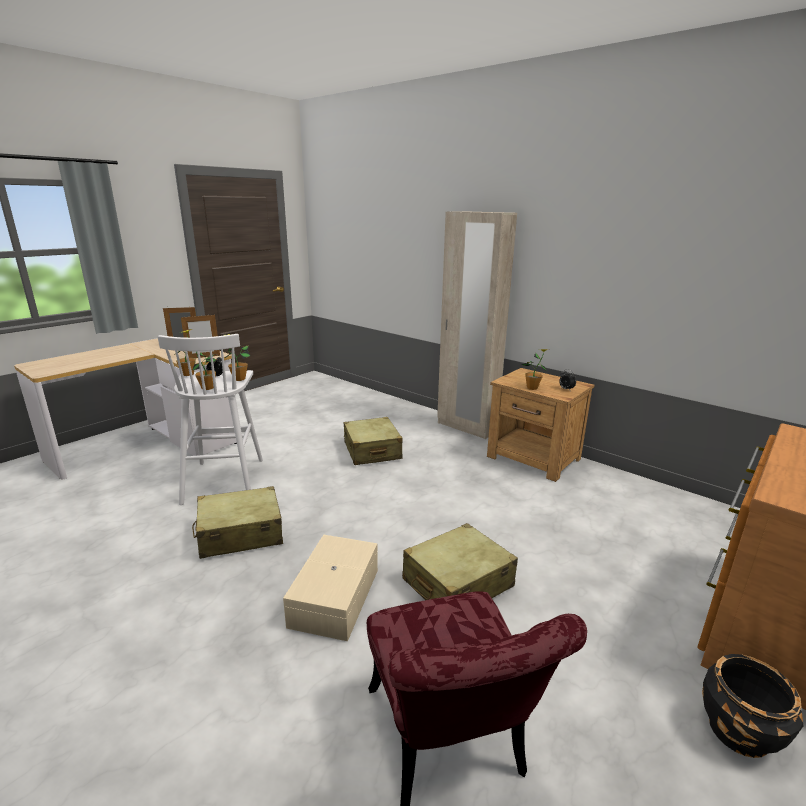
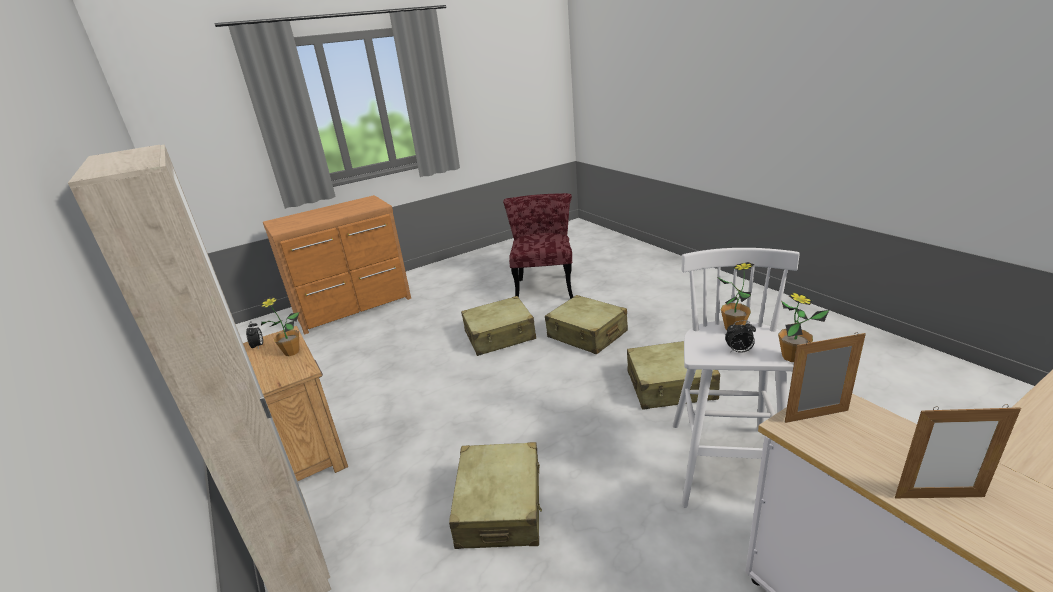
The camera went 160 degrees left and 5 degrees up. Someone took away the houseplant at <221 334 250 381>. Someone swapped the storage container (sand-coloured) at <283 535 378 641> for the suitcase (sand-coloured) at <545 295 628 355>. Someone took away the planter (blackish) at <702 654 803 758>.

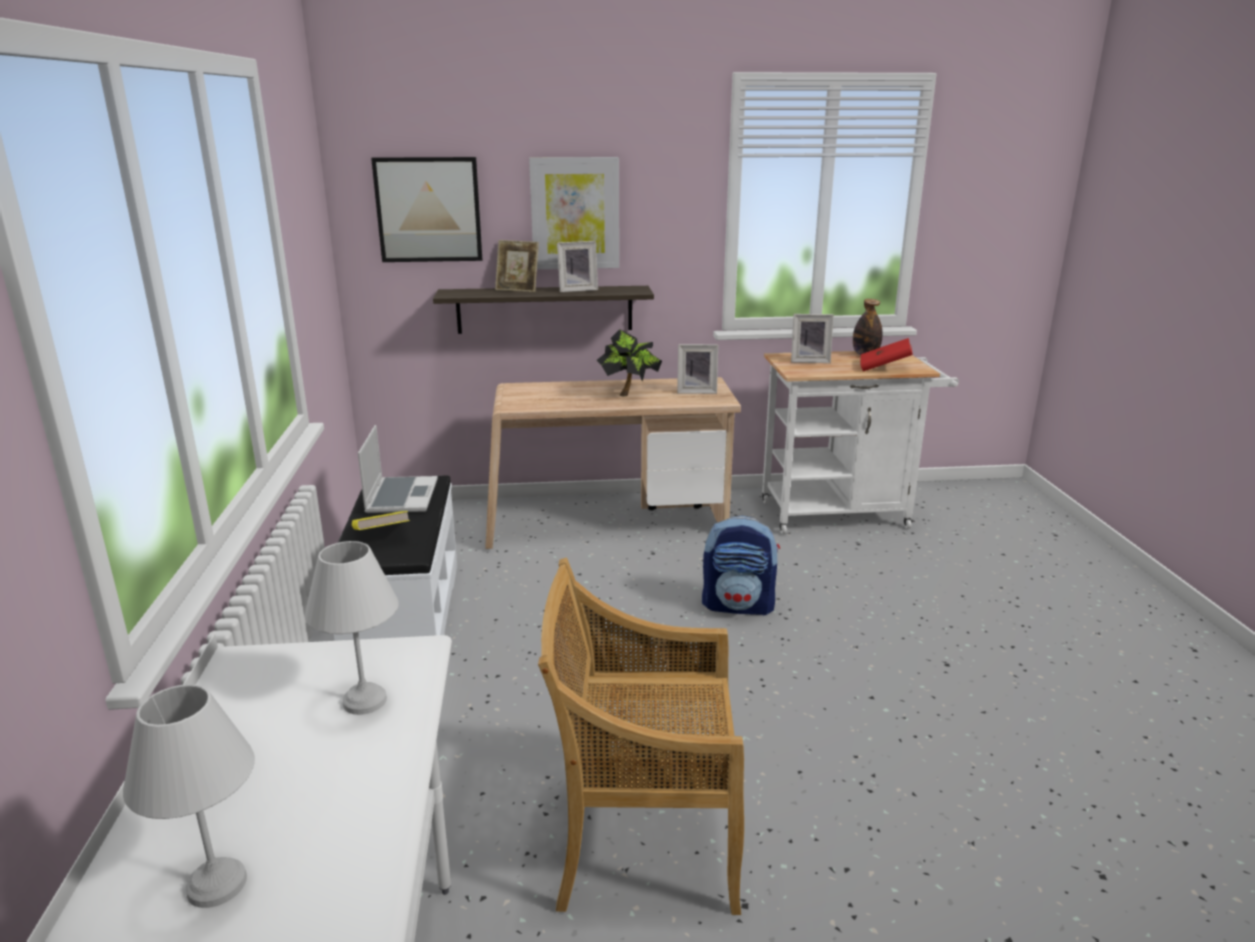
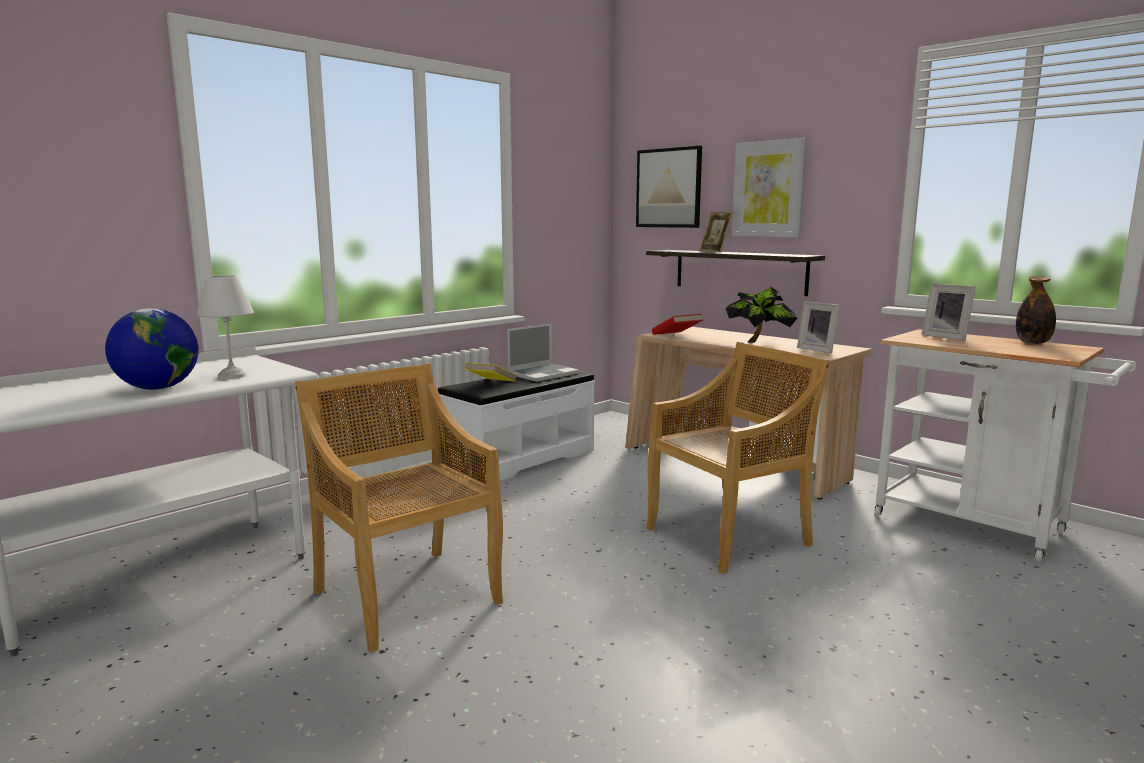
The camera went 50 degrees right and 10 degrees down. Someone took away the picture frame at <557 241 598 292>. Someone carried the bound book (reddish) from <860 338 913 371> to <652 314 703 335>. Someone swapped the rucksack at <702 516 780 616> for the chair (sand-coloured) at <646 342 830 574>. Someone took away the tabletop lamp (white) at <123 684 255 908>. Someone put down the desk globe at <105 308 198 390>.

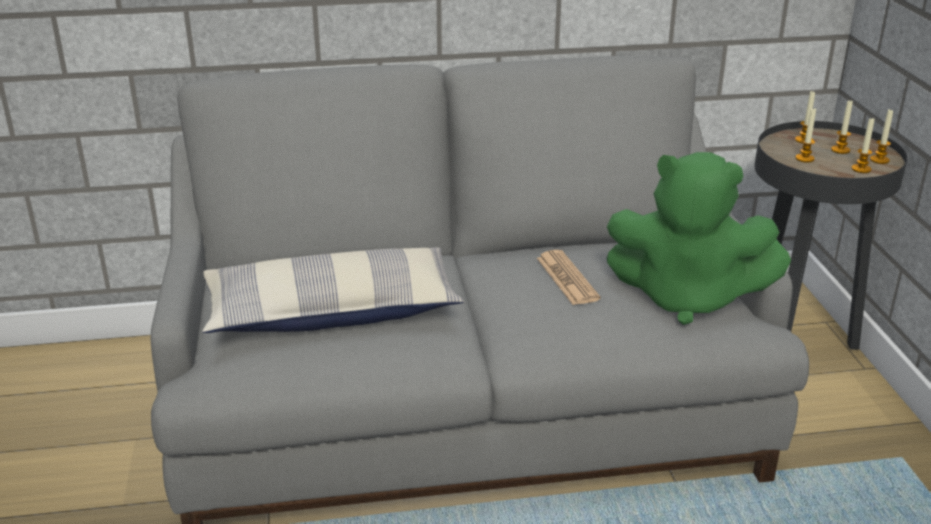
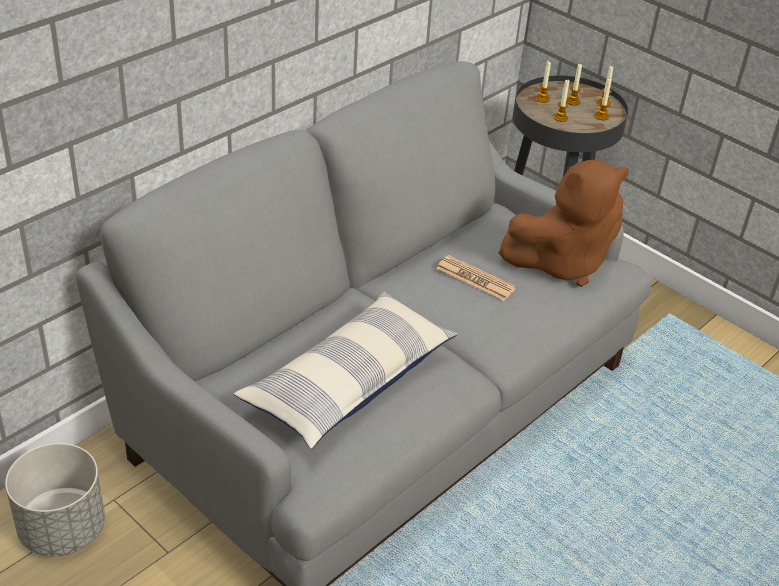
The camera went 40 degrees left and 10 degrees up. Someone repainted the soft toy (green) at <607 152 791 325>, which became the soft toy (brown-coloured) at <499 160 629 287>. Someone put down the planter (grey) at <5 443 105 556>.

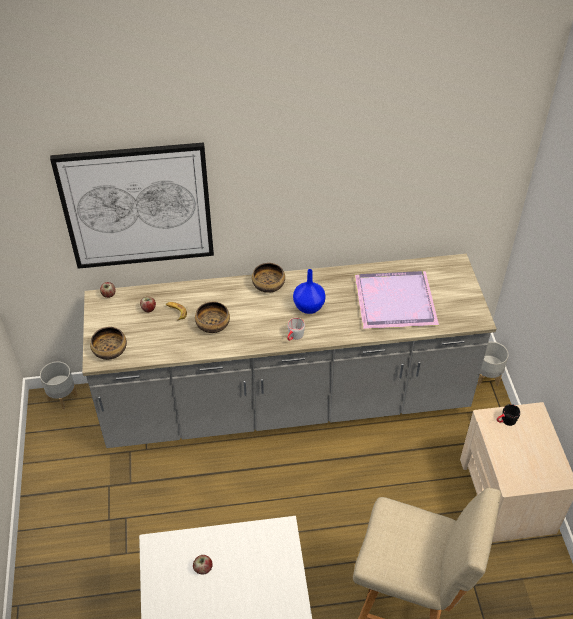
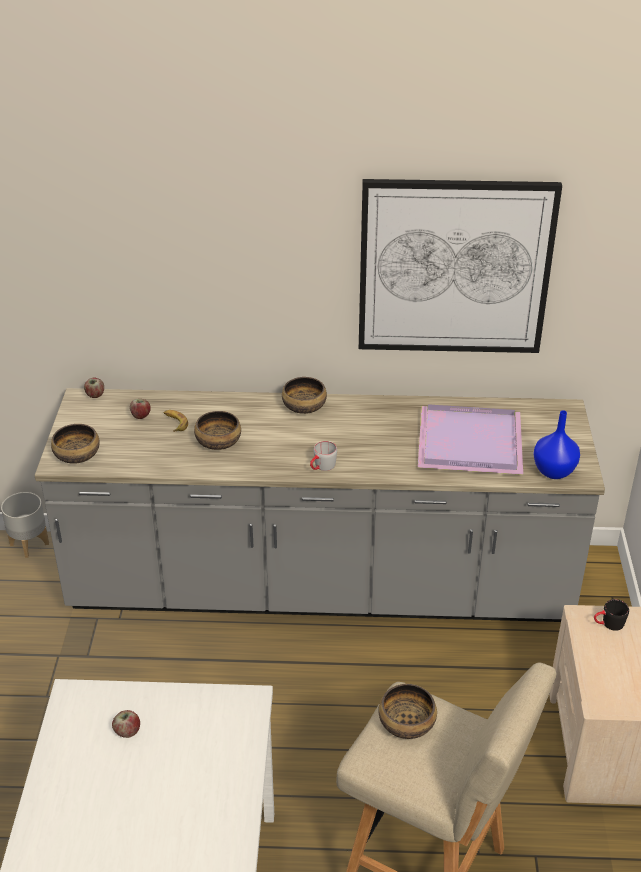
The camera went 10 degrees right and 10 degrees down. Someone carried the wall picture from <50 142 214 269> to <359 179 562 353>. Someone carried the flower vase (blue-coloured) from <293 269 326 314> to <533 411 580 479>. Someone took away the planter (grey) at <477 342 509 386>. Someone put down the deep dish at <378 684 437 739>.

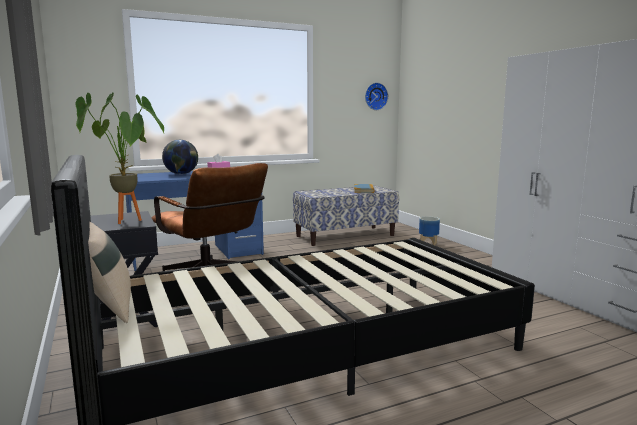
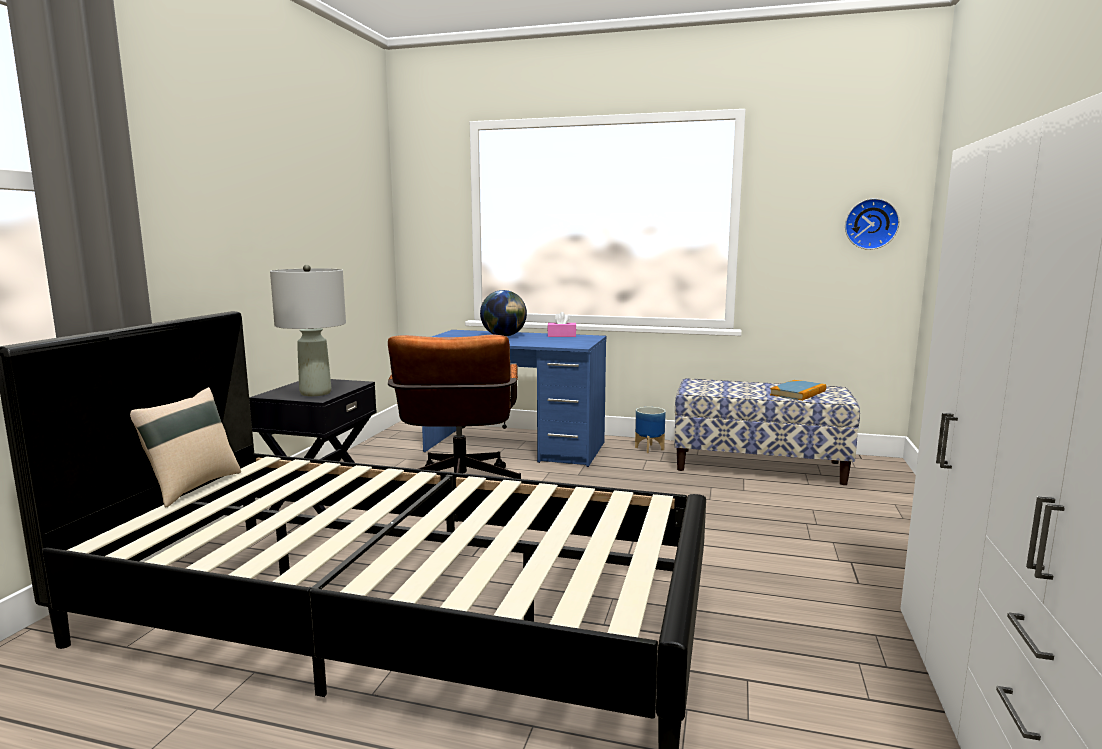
The camera went 40 degrees right and 0 degrees up. Someone swapped the houseplant at <75 93 164 224> for the tabletop lamp (grey) at <270 265 346 396>. Someone carried the planter from <419 216 440 245> to <635 407 666 453>.

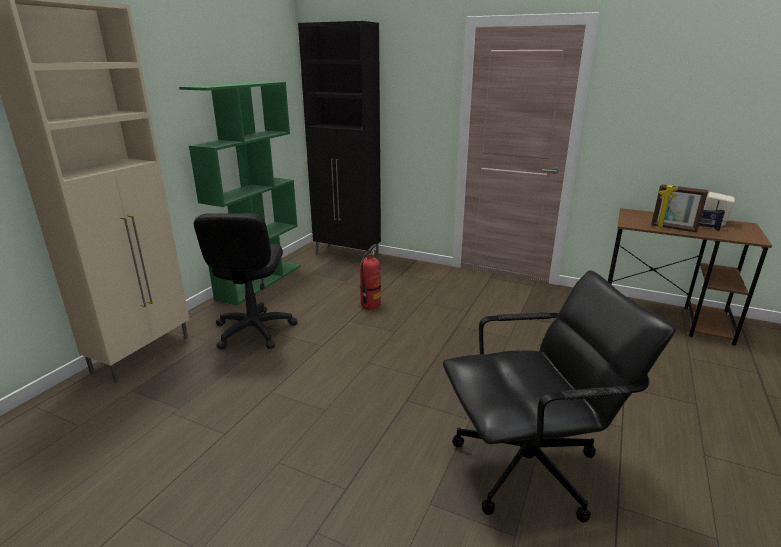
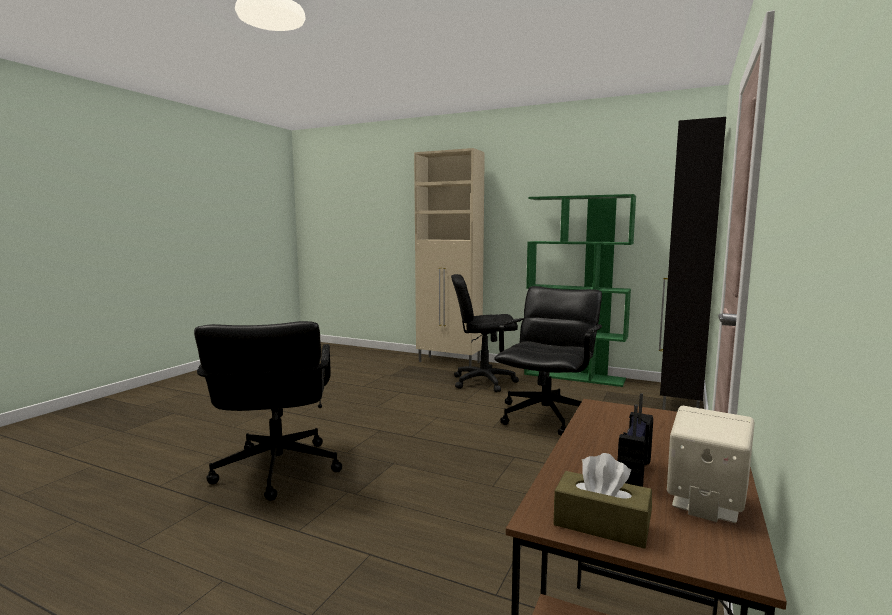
The camera went 90 degrees right and 15 degrees down. Someone took away the picture frame at <651 184 708 232>. Someone swapped the extinguisher at <360 244 381 310> for the desk chair (blackish) at <494 286 602 436>. Someone put down the box of tissues (brown-coloured) at <553 453 652 549>.

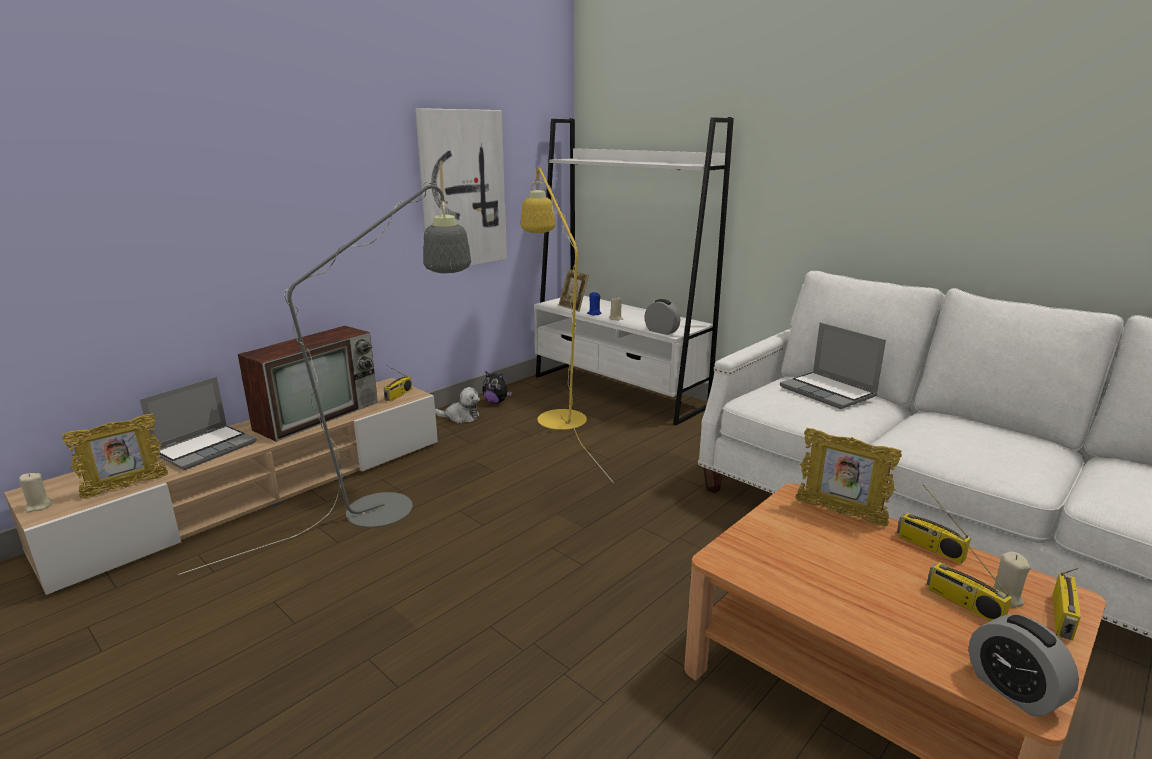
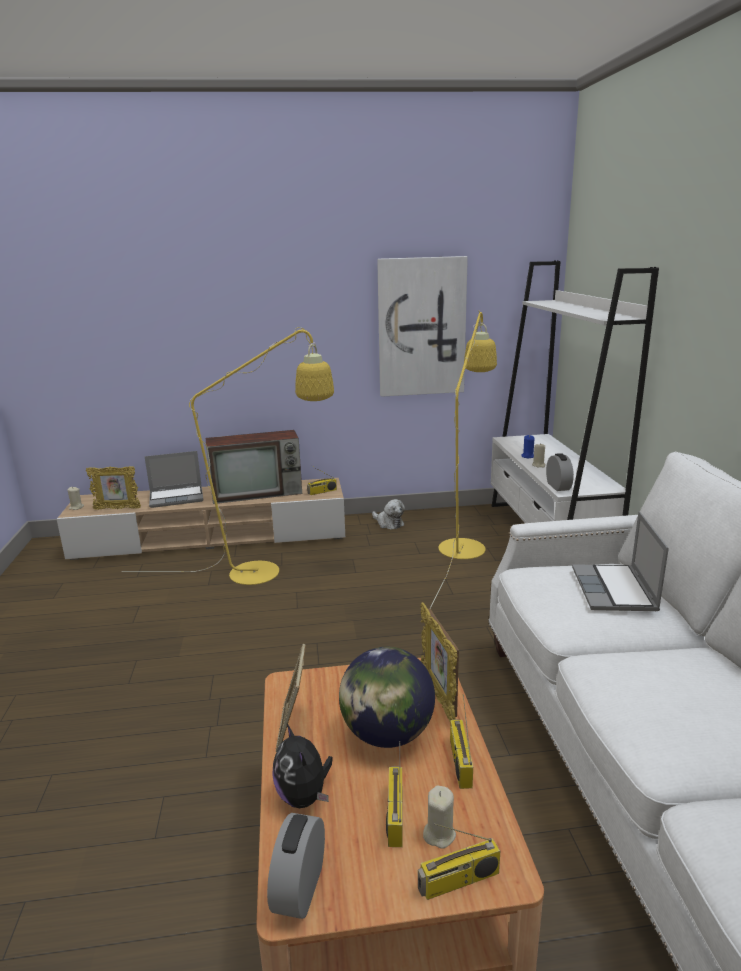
The camera went 40 degrees right and 0 degrees up. Someone repainted the standard lamp (grey) at <178 182 471 575>, which became the standard lamp (yellow) at <122 327 334 585>. Someone carried the picture frame from <559 269 589 312> to <275 644 306 752>. Someone carried the soft toy from <482 371 512 404> to <272 724 333 808>. Someone put down the desk globe at <339 647 435 748>.

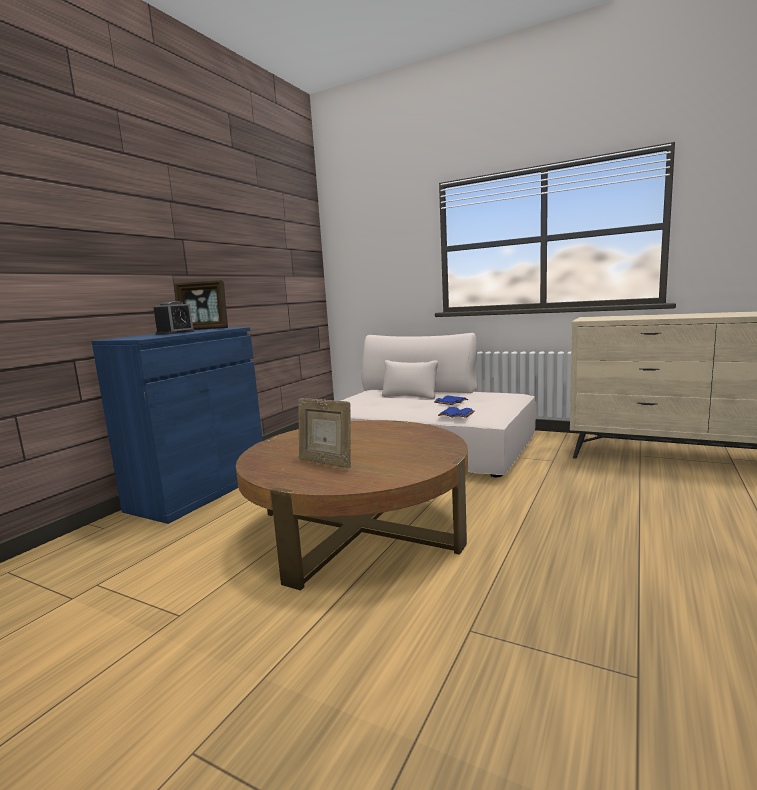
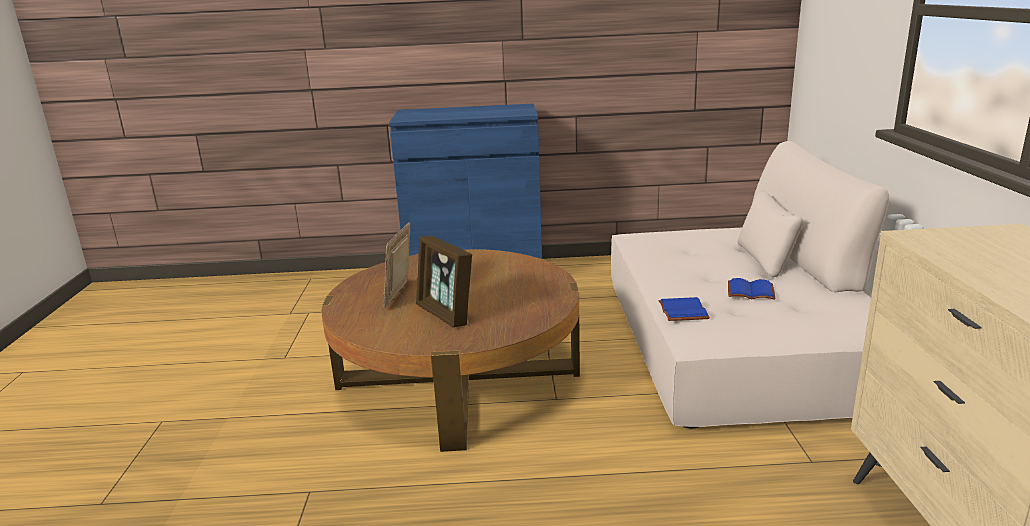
The camera went 60 degrees right and 10 degrees up. Someone carried the picture frame from <174 280 228 330> to <416 236 472 328>. Someone took away the table clock at <153 301 195 335>.

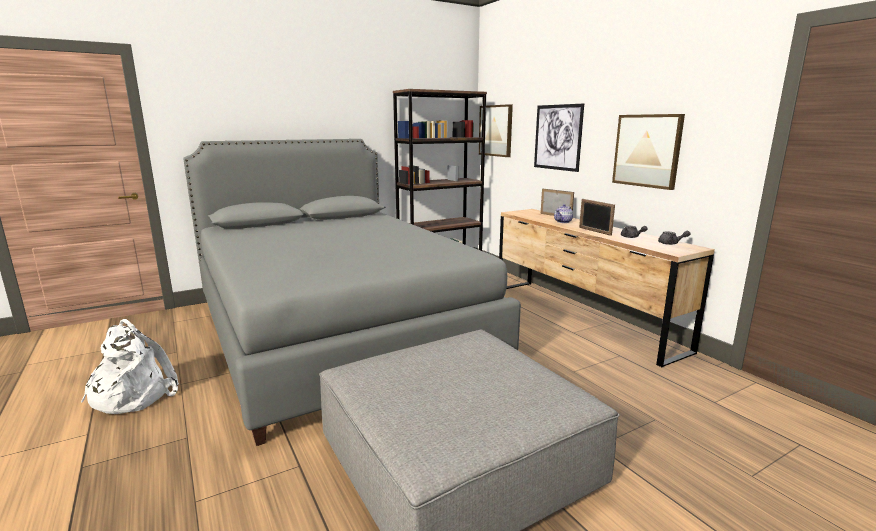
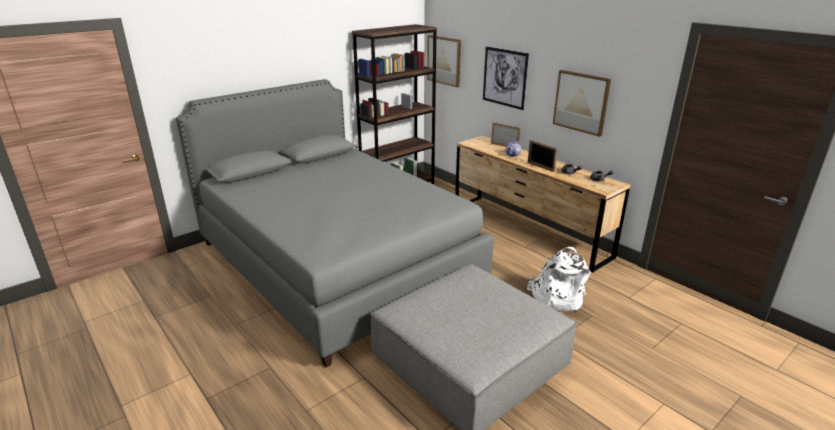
The camera went 10 degrees left and 10 degrees up. Someone carried the rucksack (white) from <81 319 179 414> to <527 247 591 312>.

